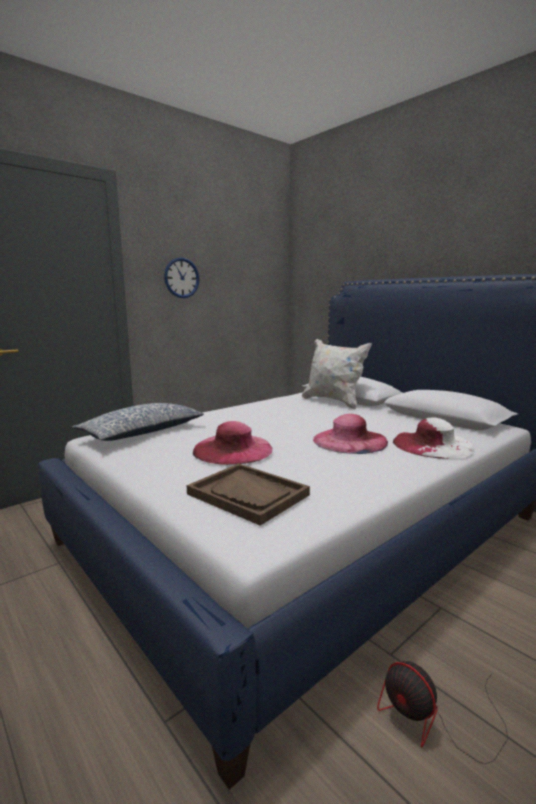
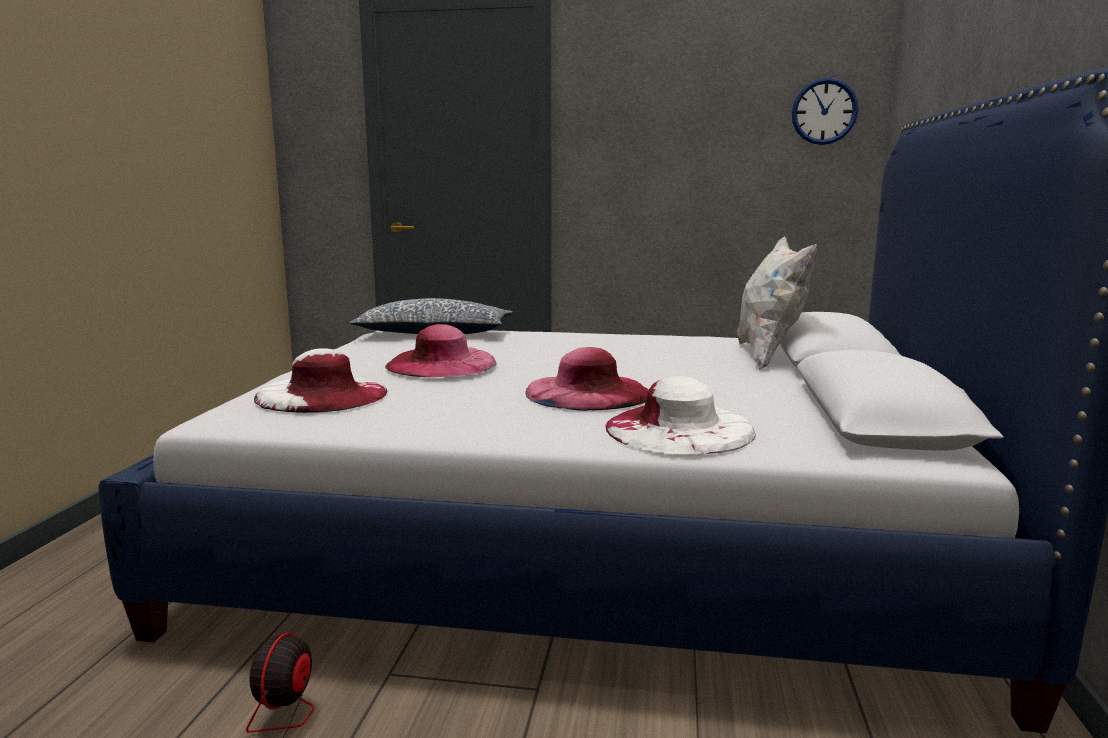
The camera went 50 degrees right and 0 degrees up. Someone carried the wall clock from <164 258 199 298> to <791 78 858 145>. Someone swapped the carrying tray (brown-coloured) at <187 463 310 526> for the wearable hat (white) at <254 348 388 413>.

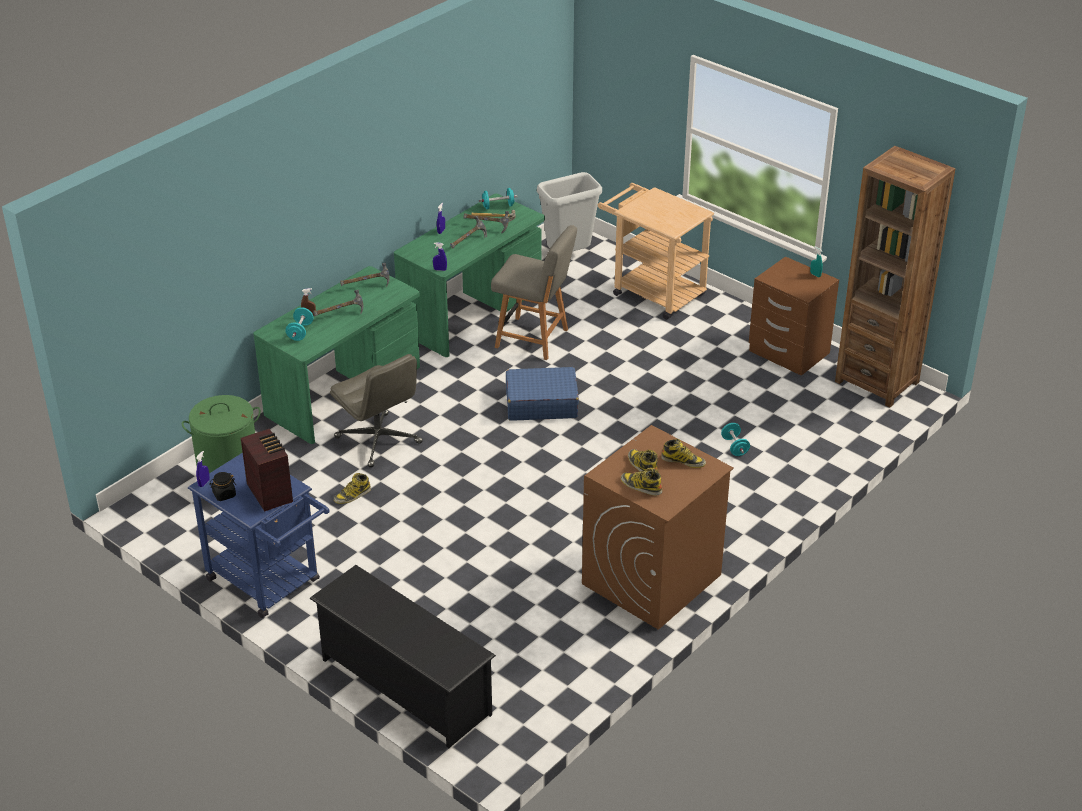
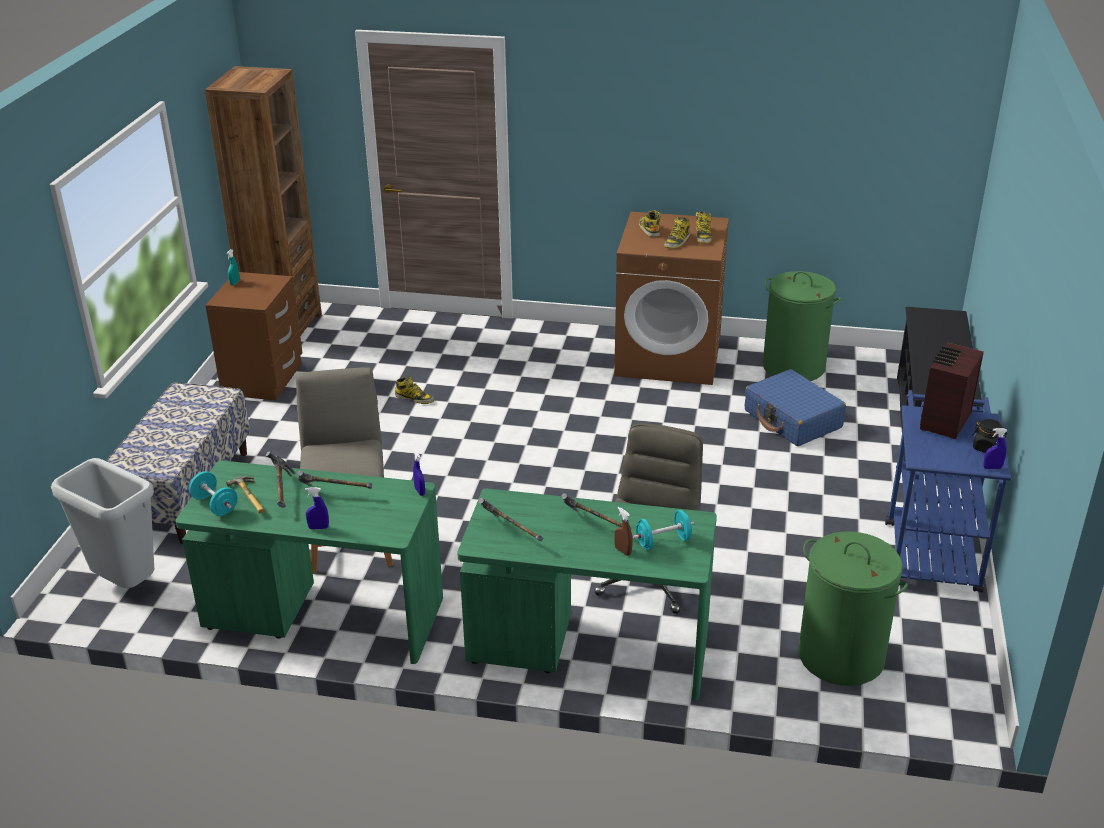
The camera went 120 degrees left and 5 degrees down. Someone swapped the cart (sand-coloured) at <598 183 714 320> for the long seat at <106 383 250 544>. Someone carried the suitcase (blue-coloured) from <506 367 579 420> to <745 369 846 446>. Someone took away the dumbbell (blue-green) at <721 423 750 456>. Someone carried the boot from <334 473 371 504> to <395 376 434 404>. Someone put down the laundry basket (green) at <763 271 842 381>.

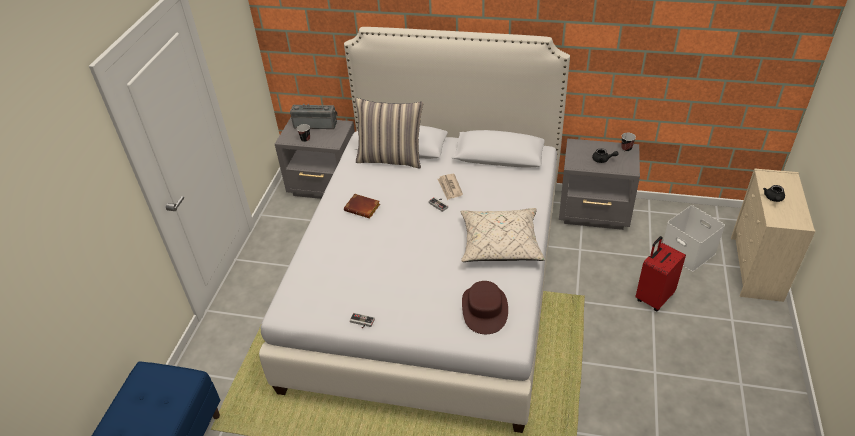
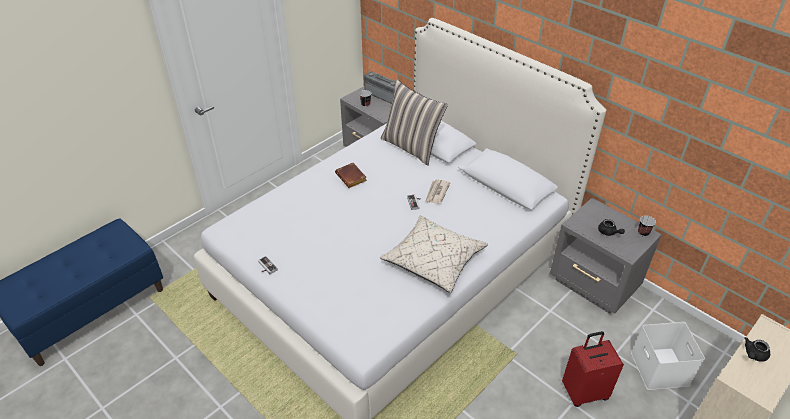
The camera went 30 degrees right and 0 degrees up. Someone took away the wearable hat (brown-coloured) at <462 281 508 334>.

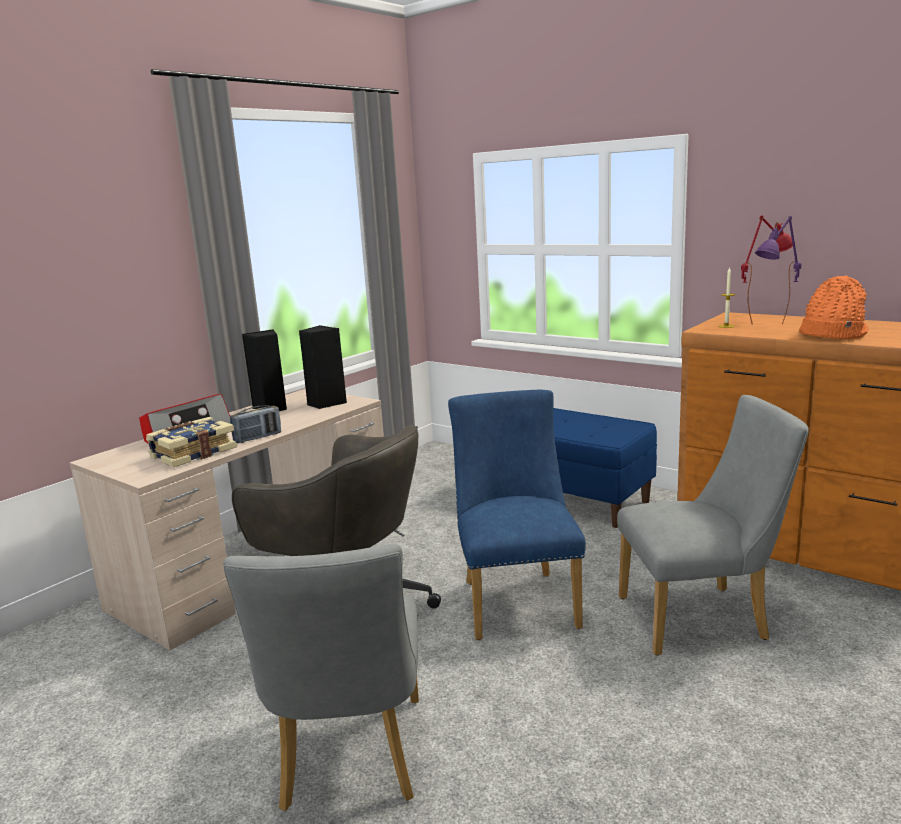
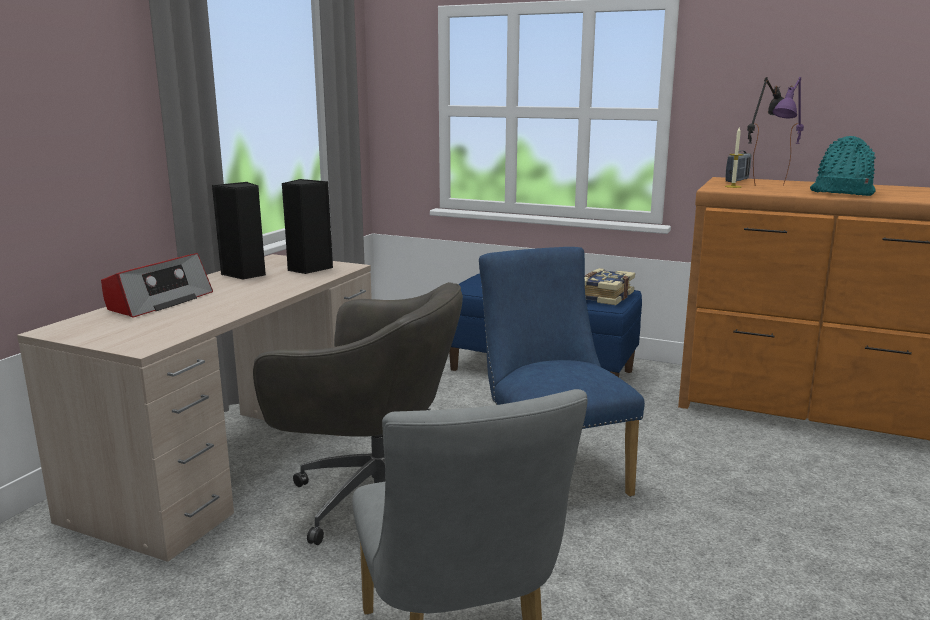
The camera went 15 degrees left and 0 degrees up. Someone repainted the tabletop lamp (reddish) at <741 215 793 324>, which became the tabletop lamp (blackish) at <747 77 784 186>. Someone repainted the wearable hat (orange-coloured) at <799 275 868 339>, which became the wearable hat (blue-green) at <810 136 875 196>. Someone took away the chair (grey) at <617 395 808 656>. Someone carried the radio set from <230 405 281 443> to <725 150 751 182>. Someone carried the bound book from <146 417 237 468> to <585 268 635 305>.

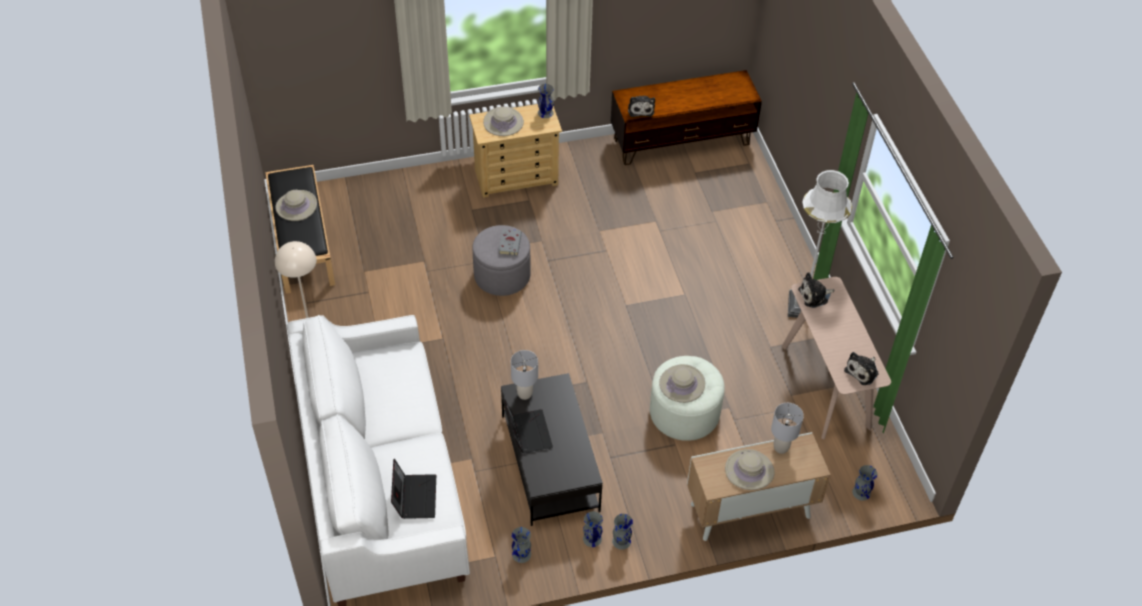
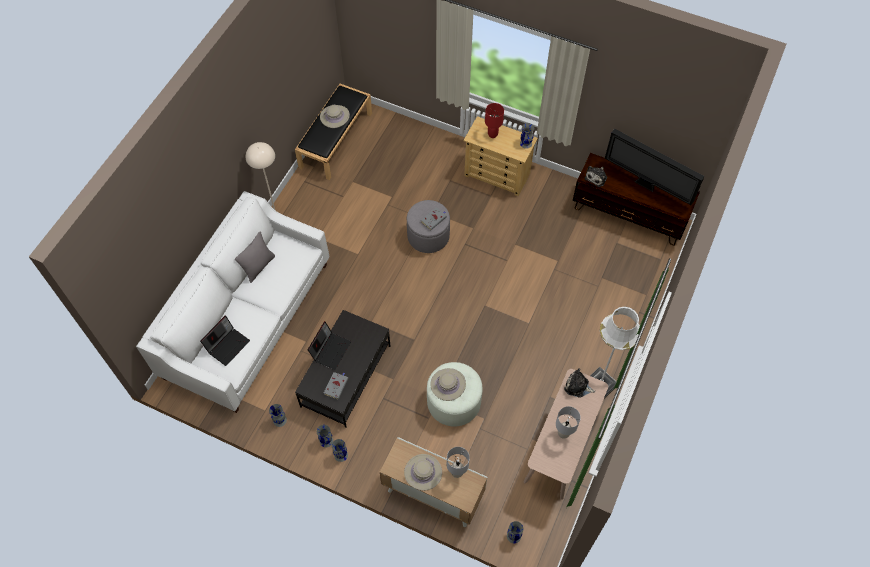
The camera went 40 degrees right and 10 degrees up. Someone swapped the wearable hat (sand-coloured) at <483 106 524 136> for the tabletop lamp (reddish) at <485 103 504 138>. Someone carried the tabletop lamp (grey) from <511 350 538 400> to <556 406 581 439>. Someone took away the soft toy at <844 352 879 385>. Someone put down the TV set at <605 129 705 205>. Someone put down the throw pillow (grey) at <235 232 275 283>. Someone put down the bound book (grey) at <324 372 348 400>.

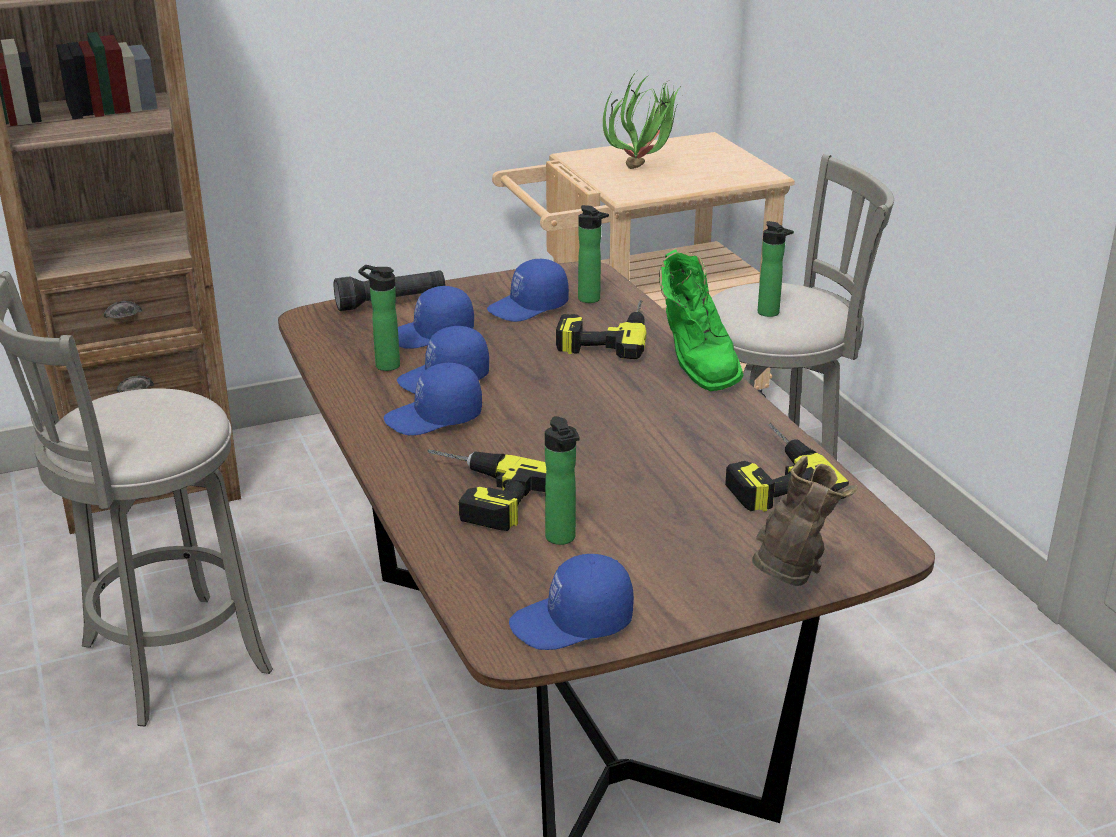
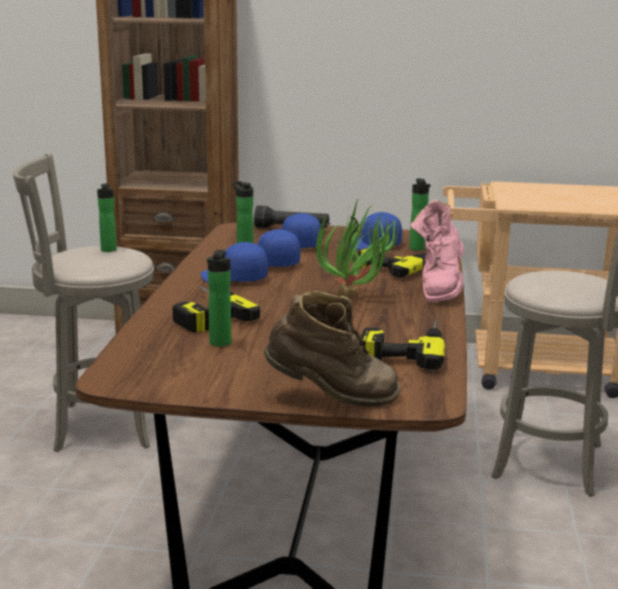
The camera went 30 degrees right and 10 degrees down. Someone carried the houseplant from <603 72 680 169> to <314 198 400 296>. Someone carried the bottle from <758 221 794 317> to <97 183 117 252>. Someone repainted the boot (green) at <659 249 743 391>, which became the boot (pinkish) at <411 200 464 302>. Someone rotated the boot (brown-coloured) at <752 456 858 586> by 45 degrees clockwise. Someone took away the peaked cap (blue-coloured) at <509 554 634 650>.

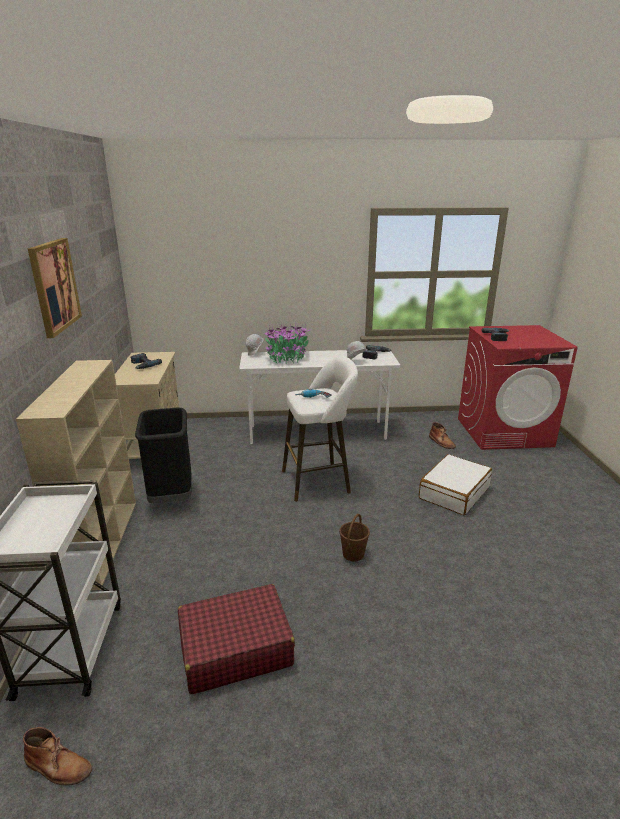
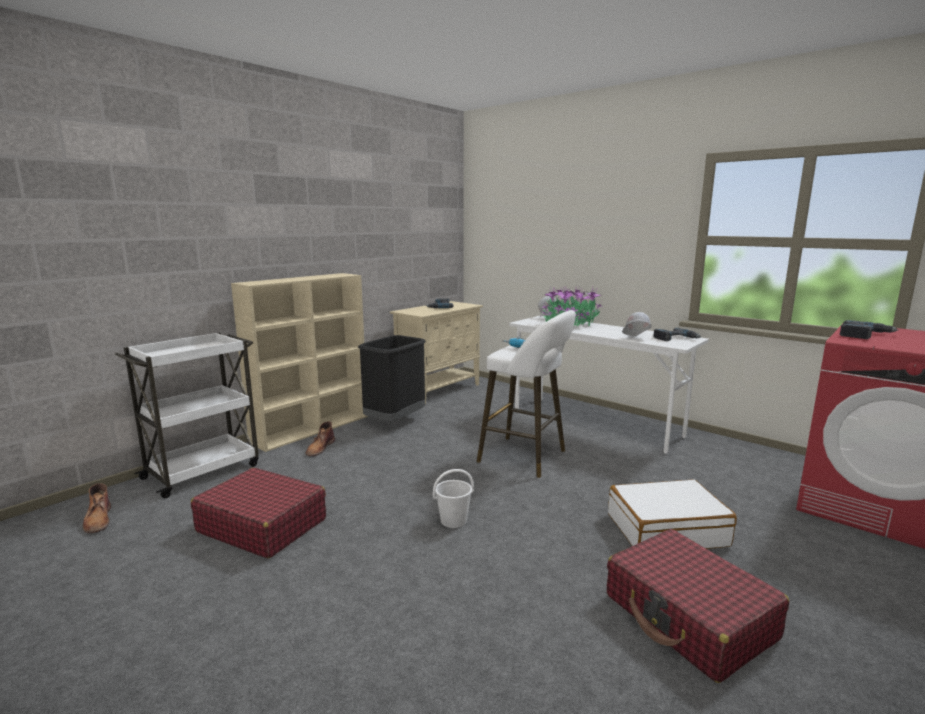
The camera went 45 degrees right and 10 degrees down. Someone took away the wall picture at <28 238 82 338>. Someone carried the boot (brown-coloured) from <429 422 456 449> to <305 421 335 456>. Someone repainted the water bucket (brown-coloured) at <339 514 370 561>, which became the water bucket (white) at <433 469 474 528>. Someone put down the suitcase (reddish) at <607 529 789 683>.

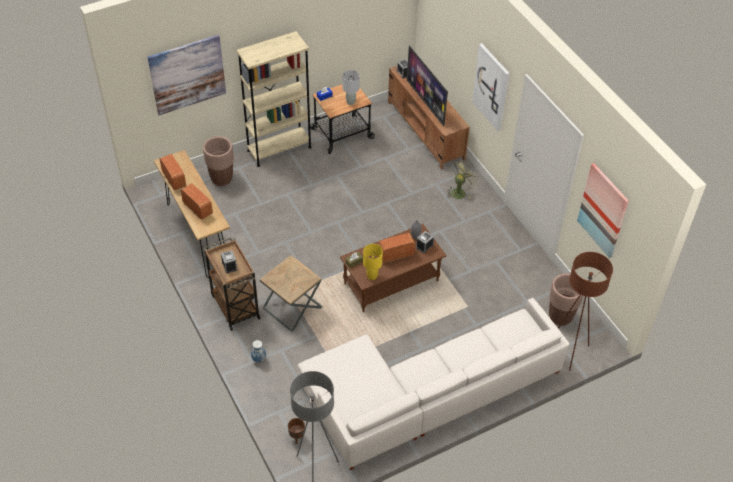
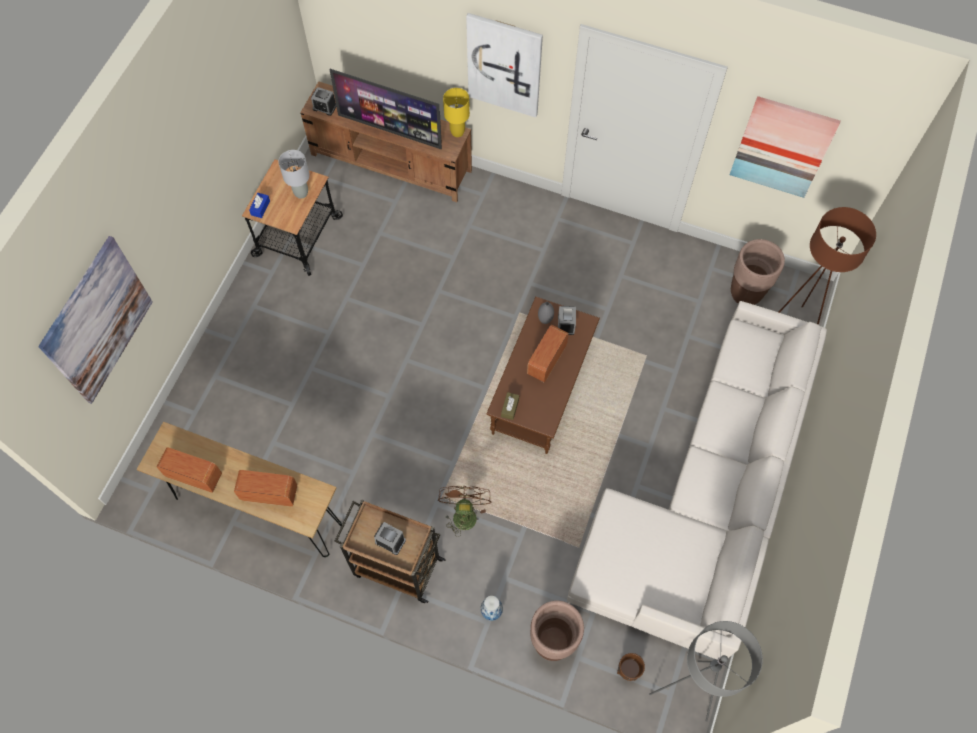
The camera went 40 degrees left and 15 degrees up. Someone took away the bookcase (sand-coloured) at <236 31 312 167>. Someone carried the planter (brown-coloured) from <203 136 234 186> to <530 601 584 661>. Someone took away the fan (green) at <447 160 479 199>. Someone carried the tabletop lamp (yellow) from <363 244 383 280> to <443 88 470 137>. Someone swapped the end table (brown-coloured) at <260 255 322 332> for the fan (brown-coloured) at <438 486 491 537>.

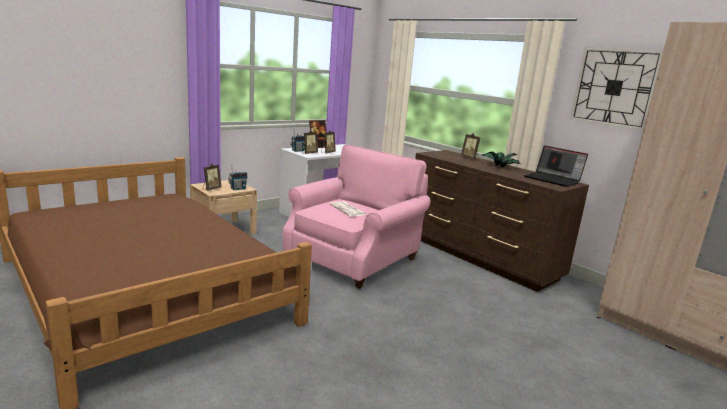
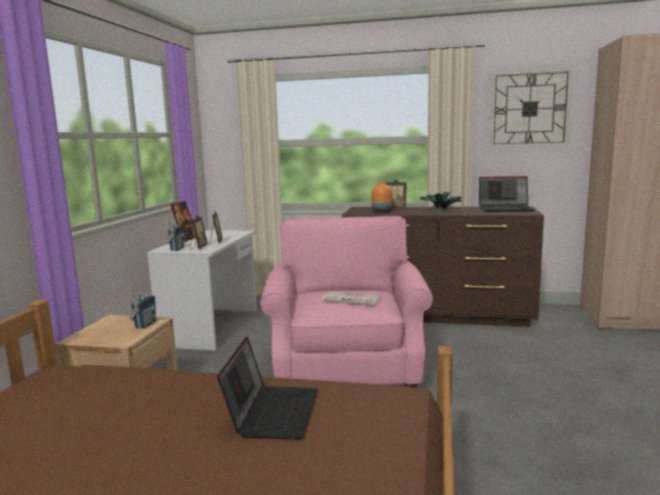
The camera went 35 degrees left and 5 degrees down. Someone took away the picture frame at <203 163 221 191>. Someone put down the flower vase (orange-coloured) at <371 182 393 213>. Someone put down the notebook computer at <217 337 318 440>.

